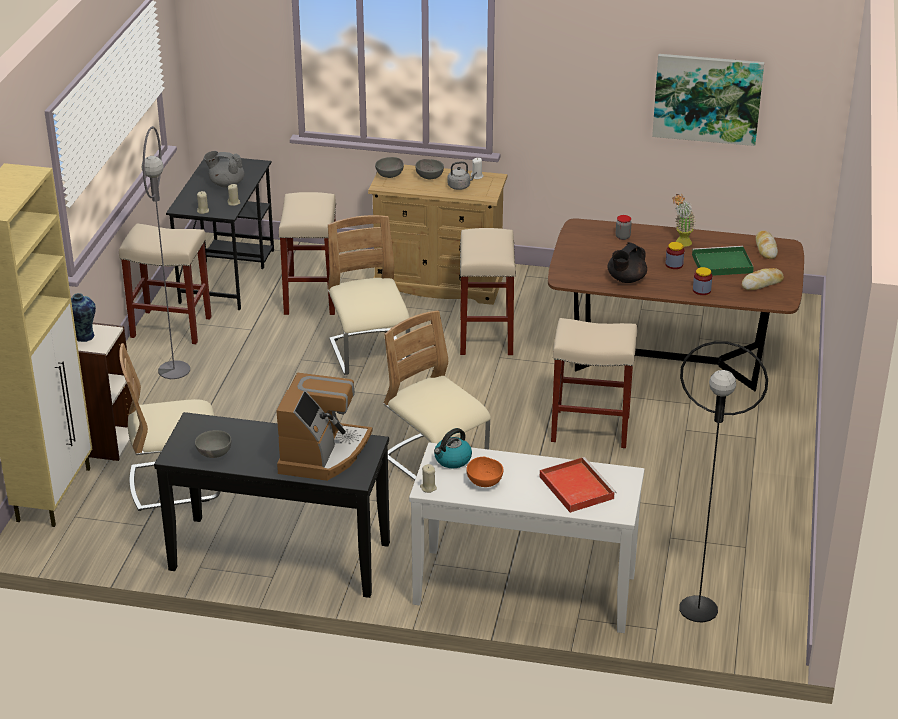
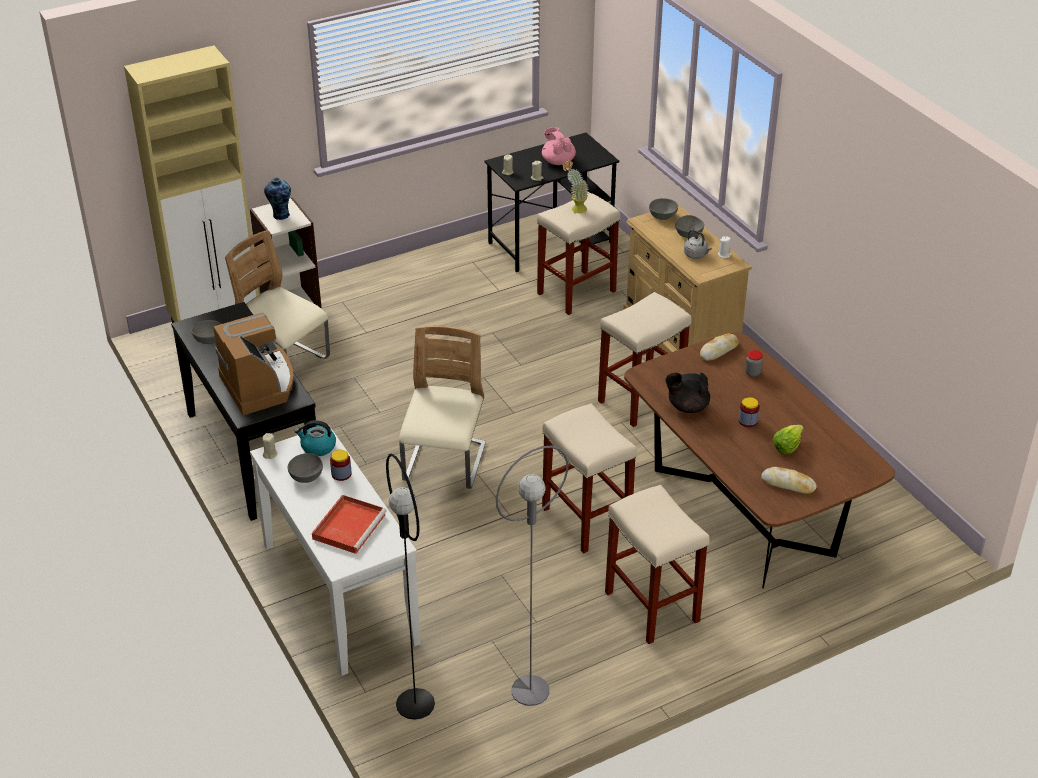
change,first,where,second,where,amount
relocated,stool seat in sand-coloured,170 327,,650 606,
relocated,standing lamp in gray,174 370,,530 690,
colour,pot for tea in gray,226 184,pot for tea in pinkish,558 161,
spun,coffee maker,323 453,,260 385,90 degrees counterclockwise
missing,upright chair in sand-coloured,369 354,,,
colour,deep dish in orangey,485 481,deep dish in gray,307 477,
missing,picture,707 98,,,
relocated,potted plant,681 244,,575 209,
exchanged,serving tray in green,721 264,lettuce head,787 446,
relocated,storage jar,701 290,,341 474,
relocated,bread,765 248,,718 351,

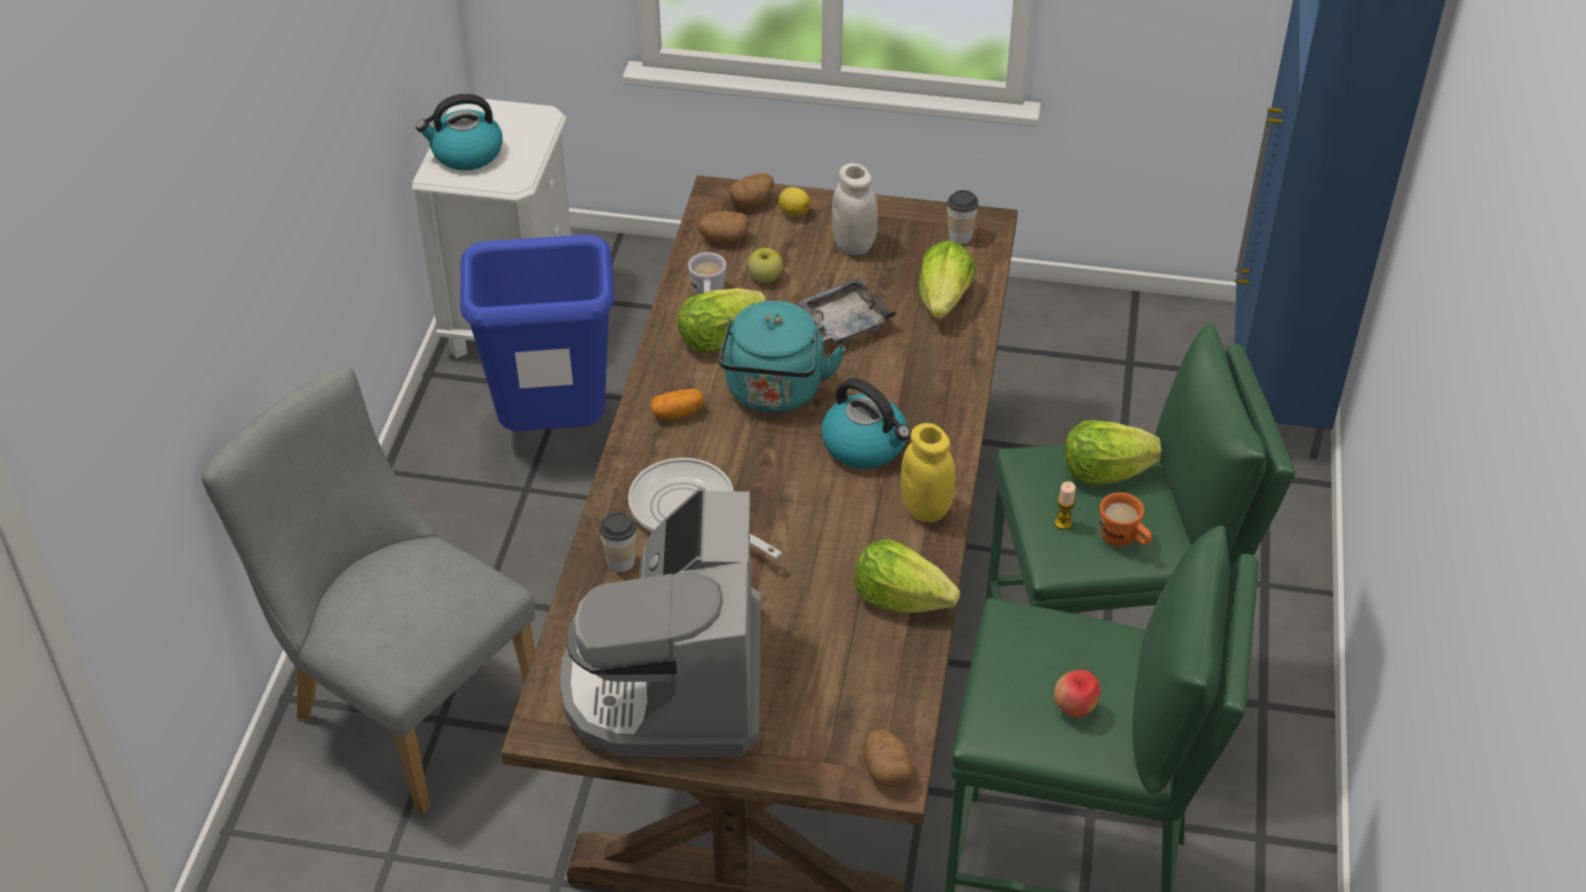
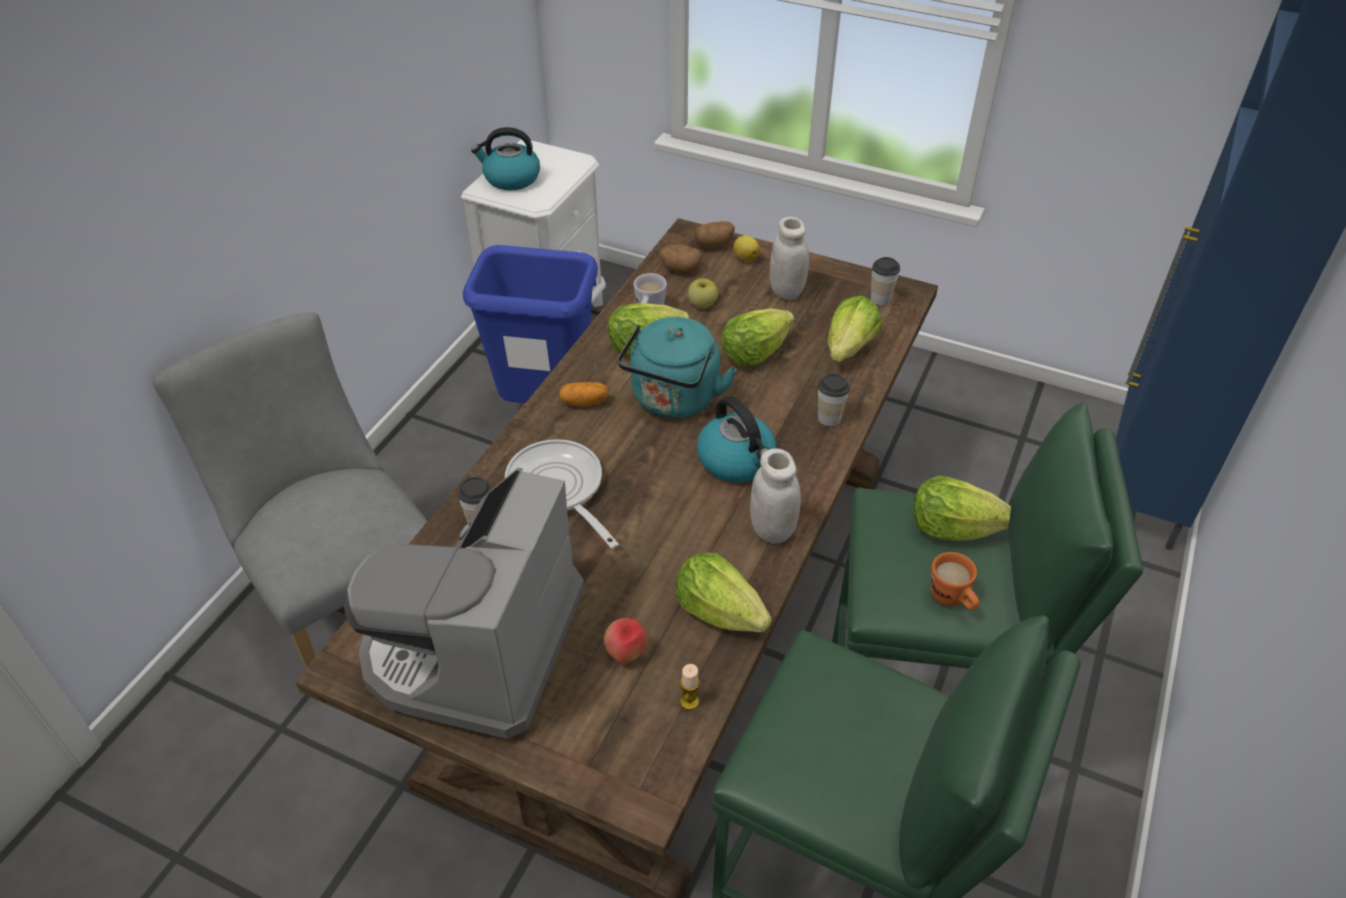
change,first,where,second,where,amount
exchanged,serving tray in gray,842 324,lettuce head,754 353,
missing,potato,886 770,,,
colour,storage jar in yellowish,925 509,storage jar in whitish,772 529,
relocated,wax candle,1063 523,,689 701,
relocated,apple fruit,1075 709,,626 654,
appeared,,,drinking cup,829 418,

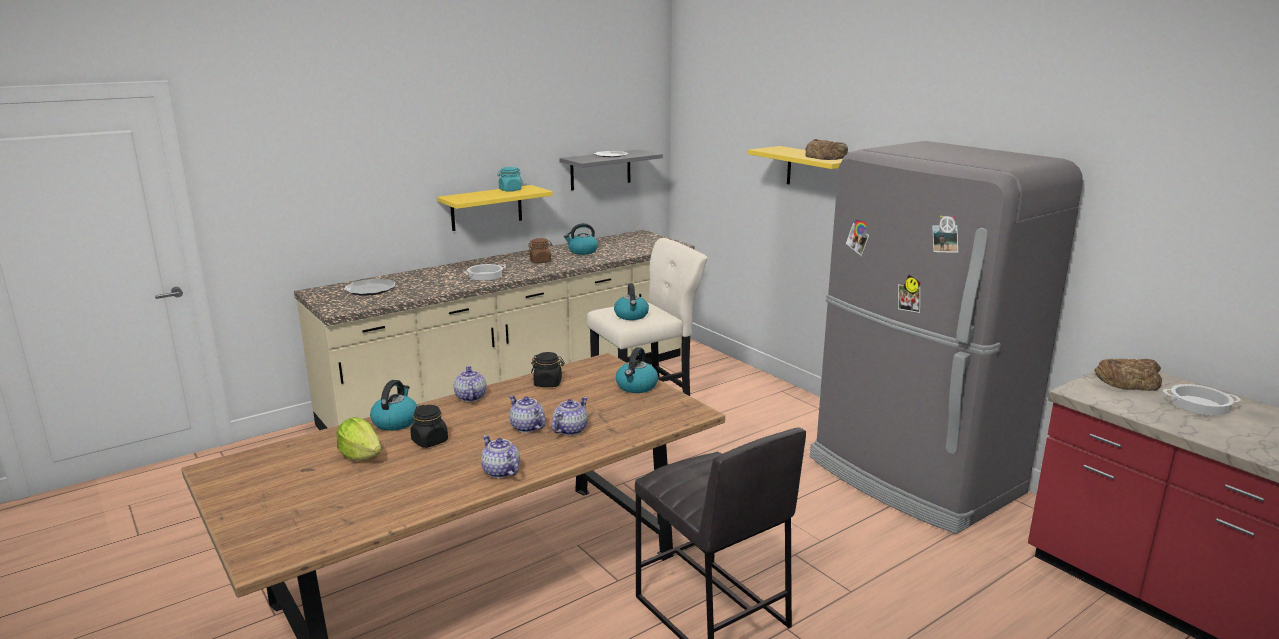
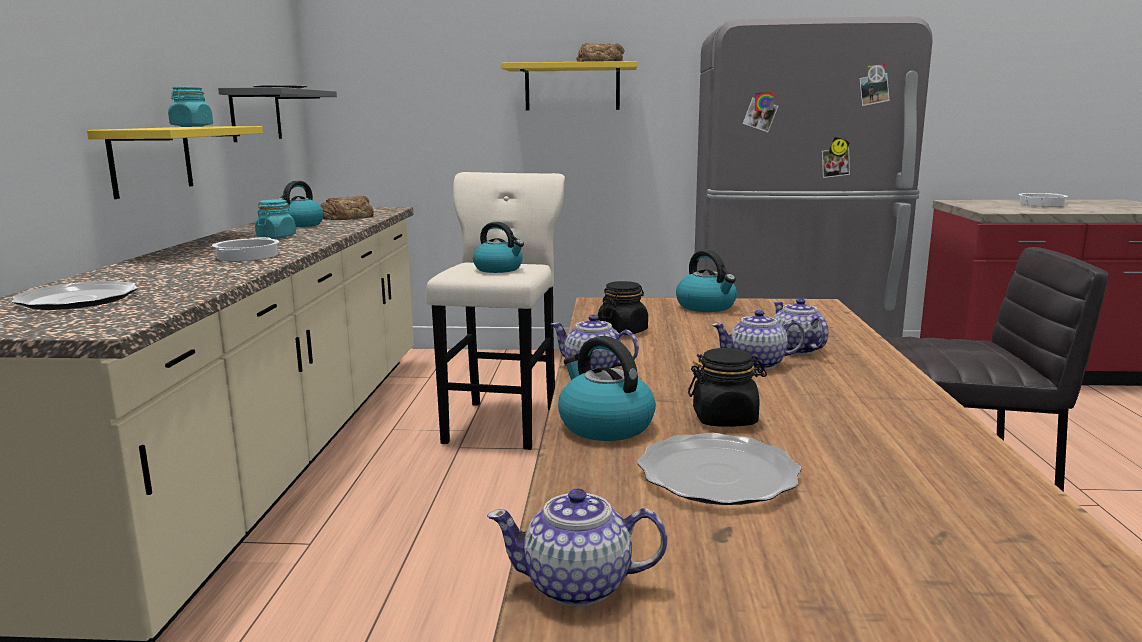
change,first,where,second,where,amount
exchanged,lettuce head,361 455,flat dish,716 475,
relocated,pot for tea,501 472,,579 586,
colour,storage jar in brown,540 261,storage jar in blue-green,276 237,
relocated,bread,1128 380,,347 216,

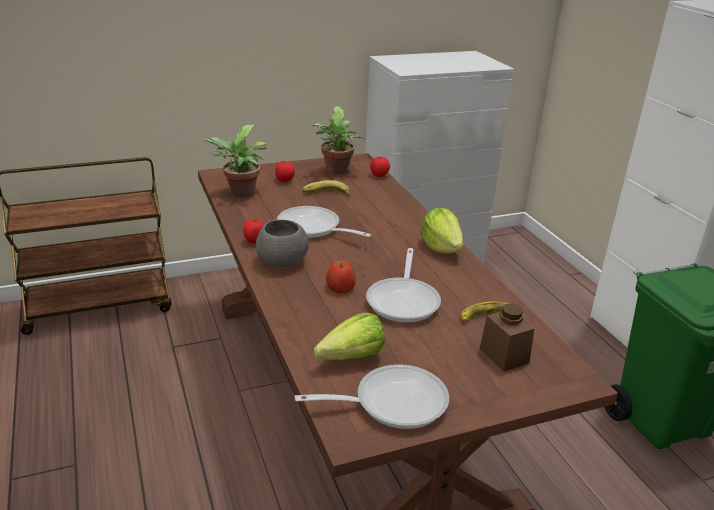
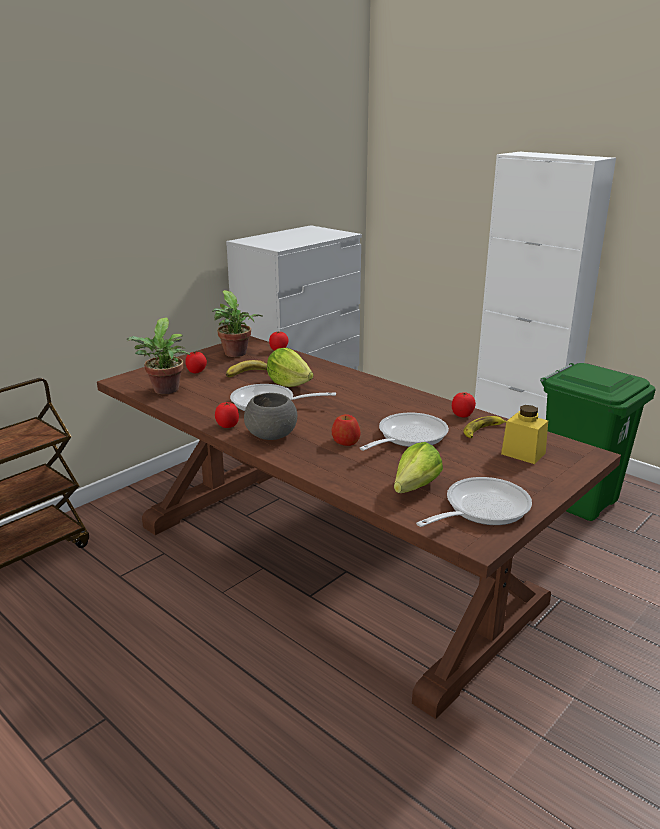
change,first,where,second,where,amount
spun,pan,404 300,,408 437,120 degrees counterclockwise
relocated,lettuce head,441 247,,289 383,
colour,storage jar in brown,504 356,storage jar in yellowish,523 453,
appeared,,,whole tomato,462 415,

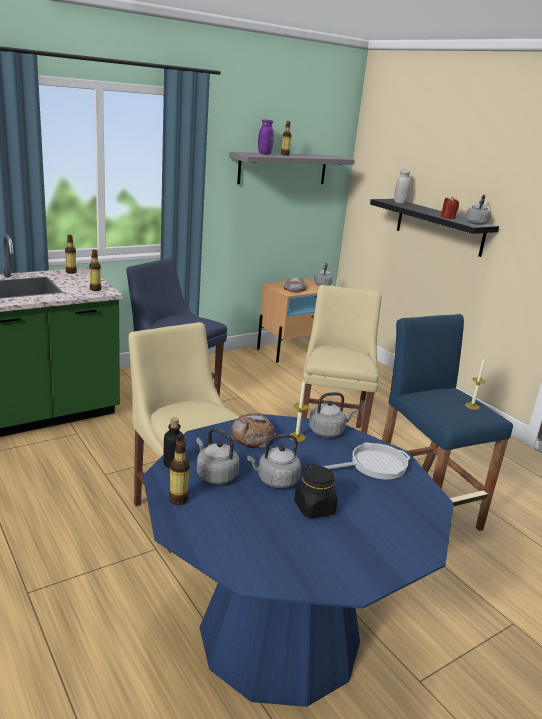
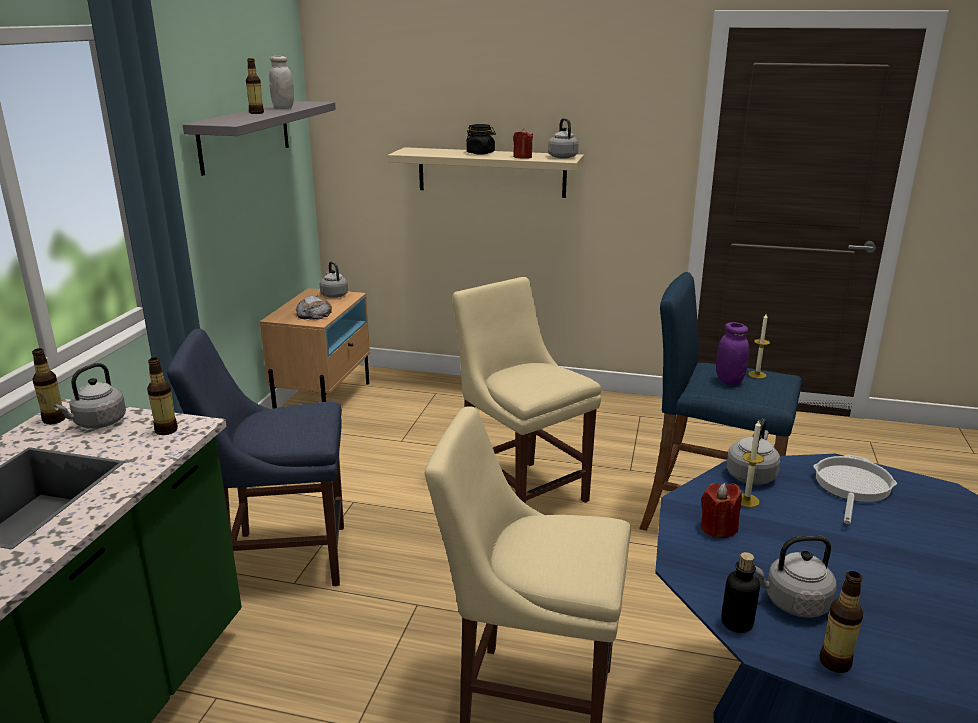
change,first,where,second,where,amount
exchanged,bread,253 436,wax candle in red-coloured,718 528,
relocated,tea kettle in gray,275 480,,98 423,
relocated,storage jar in purple-coloured,264 153,,729 381,
relocated,storage jar in blackish,314 508,,480 153,
colour,bracket shelf in blackish,439 227,bracket shelf in sand-coloured,491 172,
relocated,storage jar in whitish,400 202,,283 108,

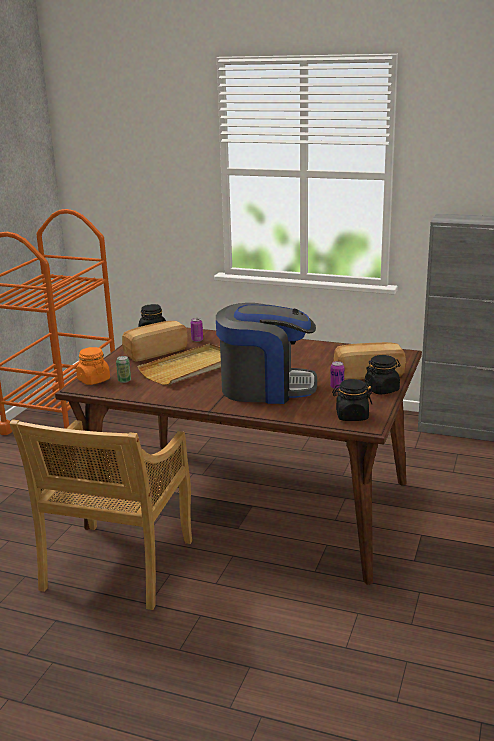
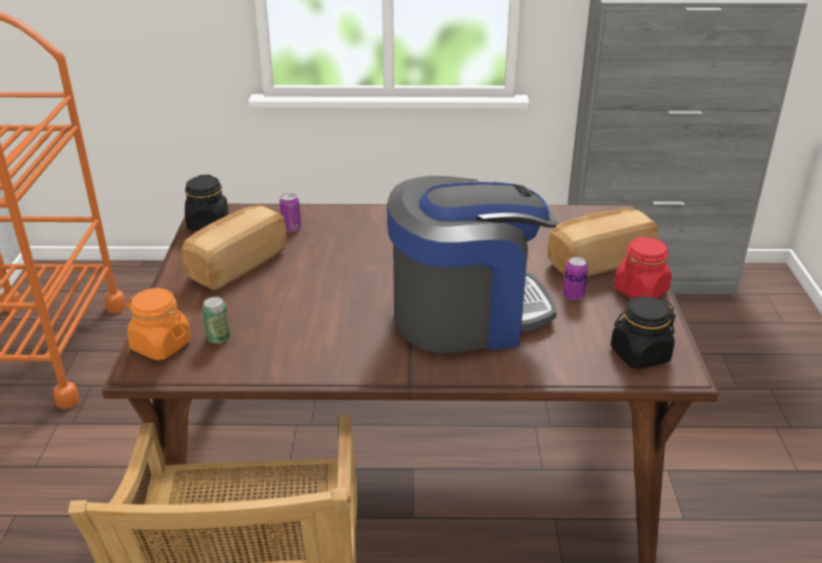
change,first,where,second,where,amount
missing,serving tray in sand-coloured,191 368,,,
colour,storage jar in blackish,382 389,storage jar in red-coloured,641 290,

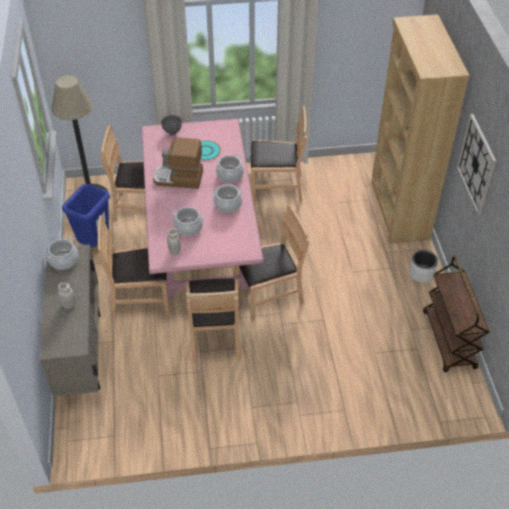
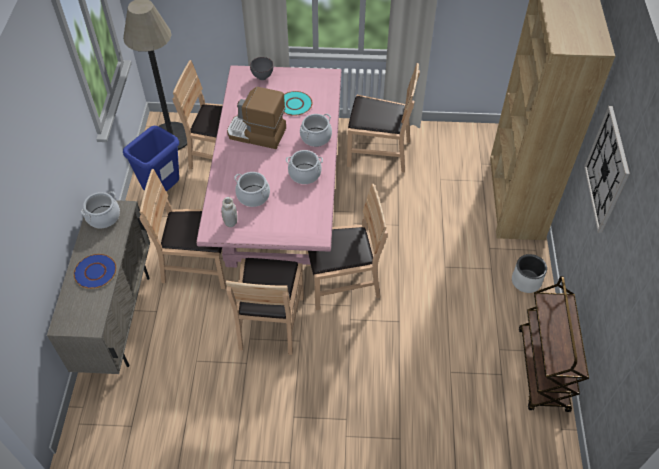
change,first,where,second,where,amount
exchanged,storage jar in whitish,68 304,flat dish in blue,95 272,

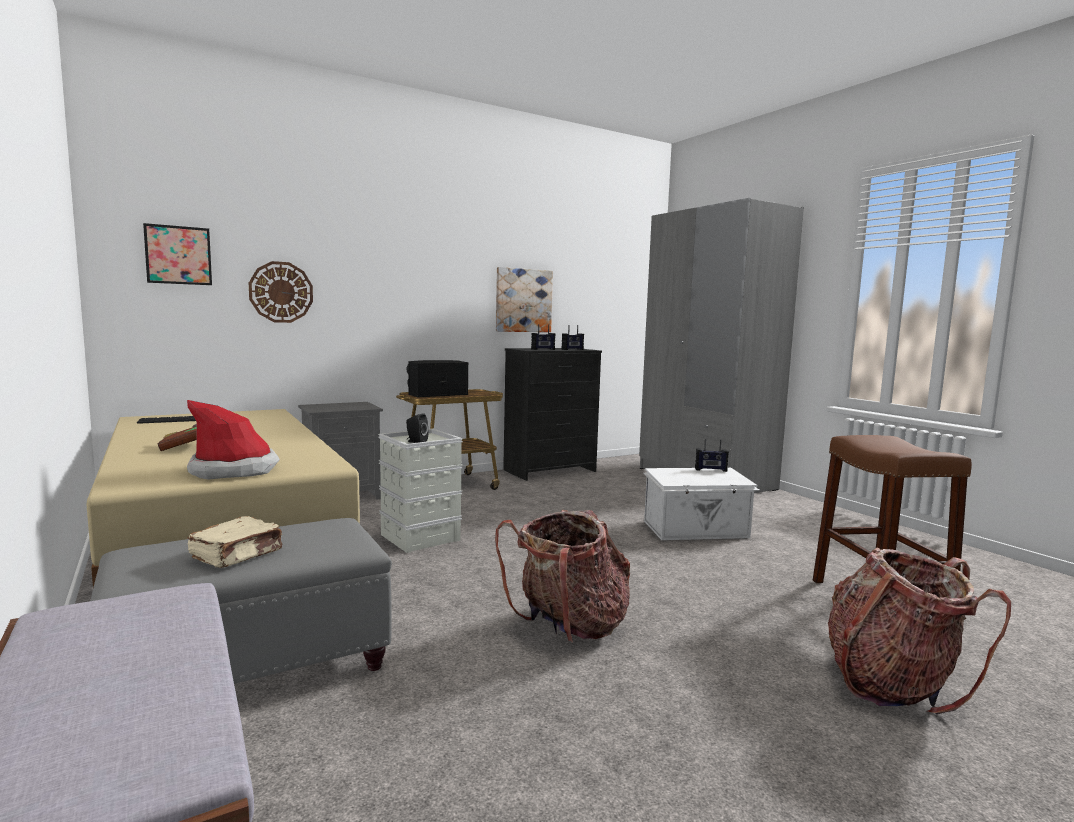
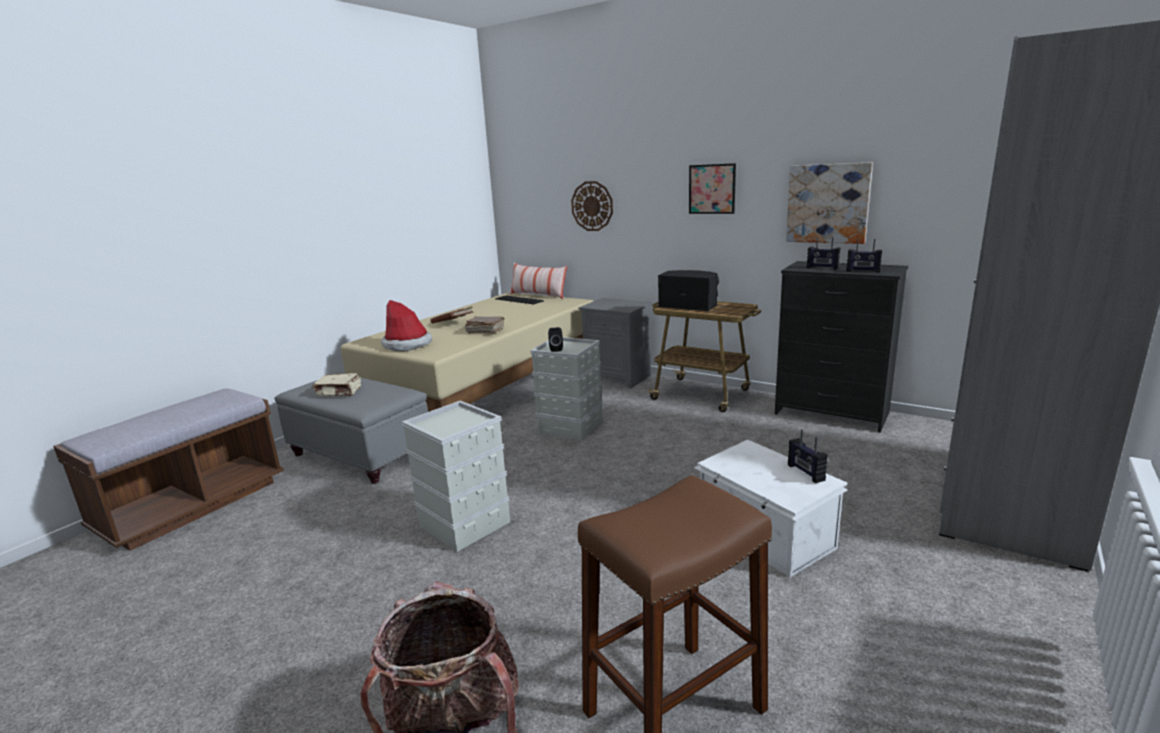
change,first,where,second,where,amount
relocated,picture,178 255,,712 189,
exchanged,knapsack,568 626,storage container in gray,463 524,
appeared,,,bound book in brown,485 331,
appeared,,,pillow,538 295,

